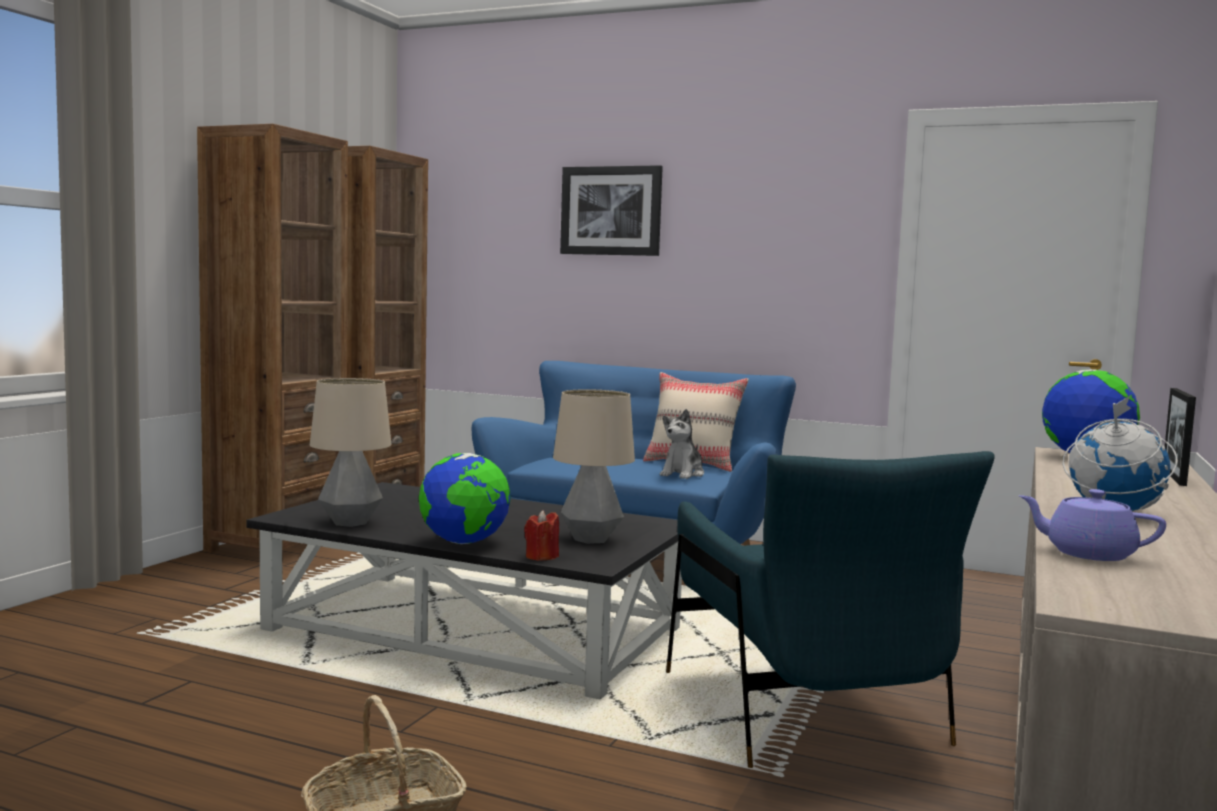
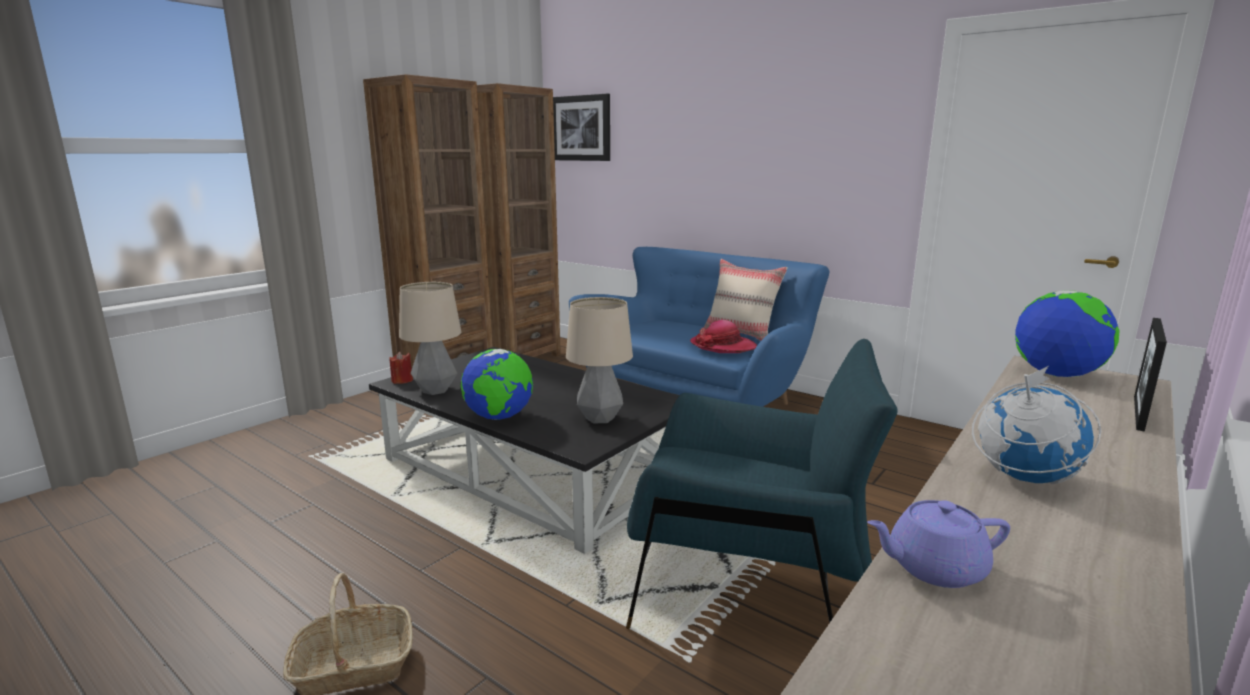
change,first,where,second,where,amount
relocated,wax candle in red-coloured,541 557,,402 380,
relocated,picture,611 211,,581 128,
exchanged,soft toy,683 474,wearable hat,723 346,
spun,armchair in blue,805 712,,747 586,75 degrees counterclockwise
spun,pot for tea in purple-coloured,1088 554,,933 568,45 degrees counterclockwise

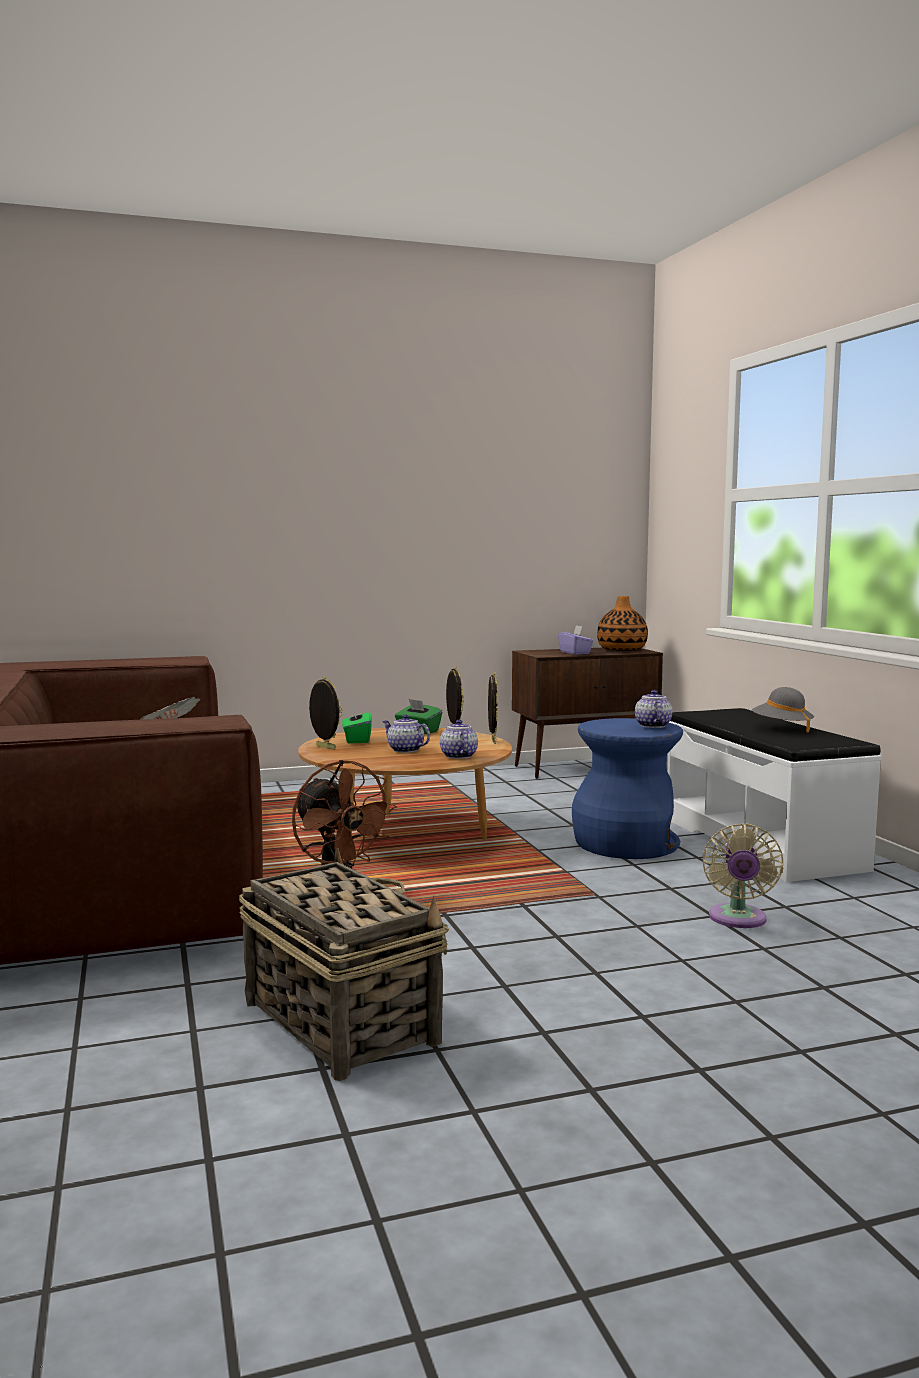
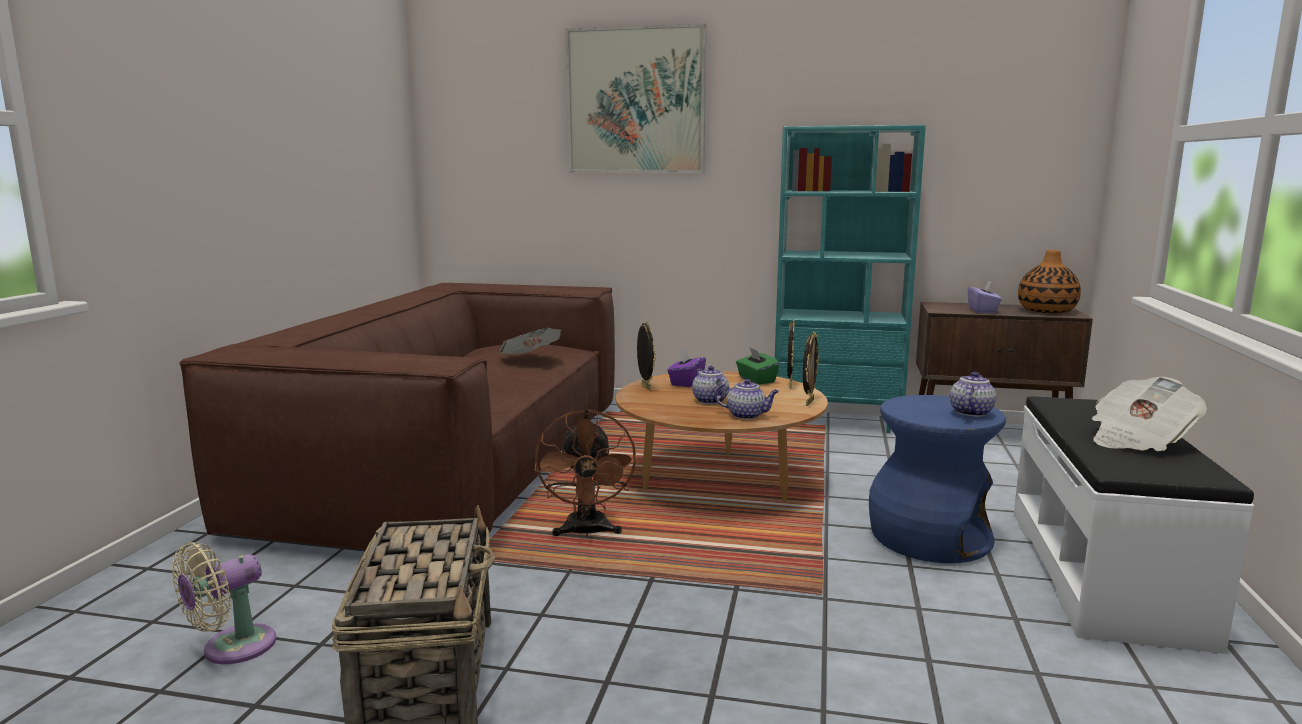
change,first,where,second,where,amount
colour,tissue holder in green,357 740,tissue holder in purple-coloured,686 382,
spun,pot for tea,458 756,,747 415,90 degrees clockwise
relocated,cooling fan in sand-coloured,737 920,,232 648,
exchanged,wearable hat in gray,781 728,printed paper,1138 440,
appeared,,,picture,636 101,
appeared,,,bookshelf in blue-green,837 422,

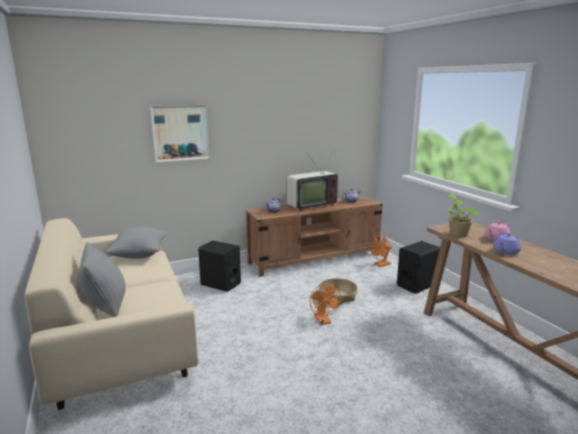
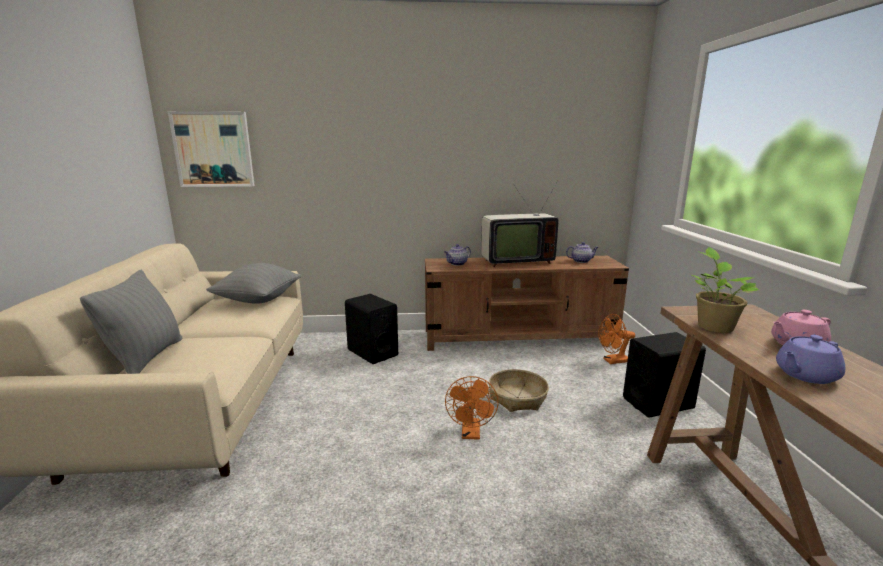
change,first,where,second,where,amount
relocated,picture,180 133,,213 149,

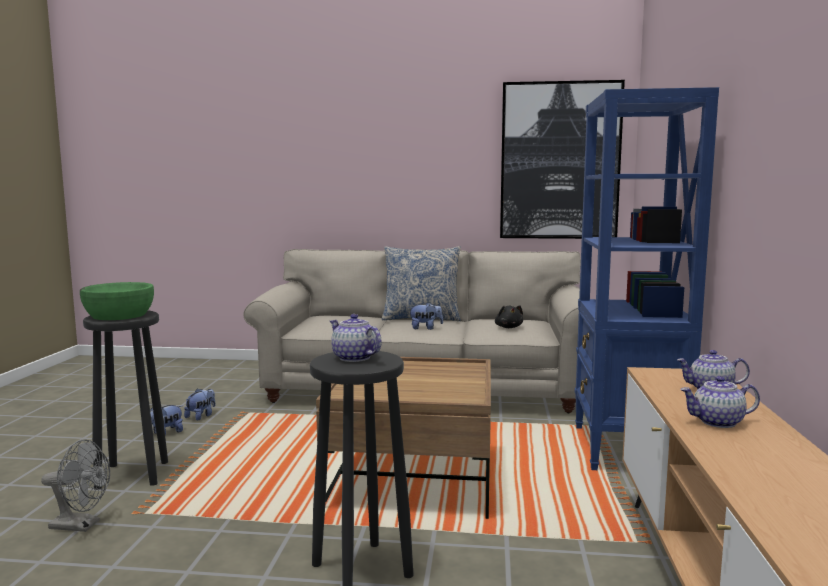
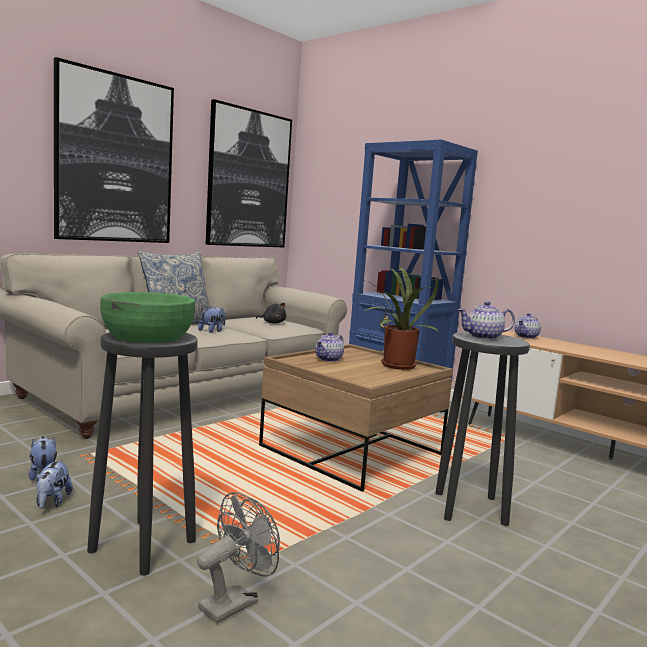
change,first,where,second,where,amount
relocated,pot for tea,717 422,,329 359,
appeared,,,picture,115 159,
appeared,,,potted plant,394 366,

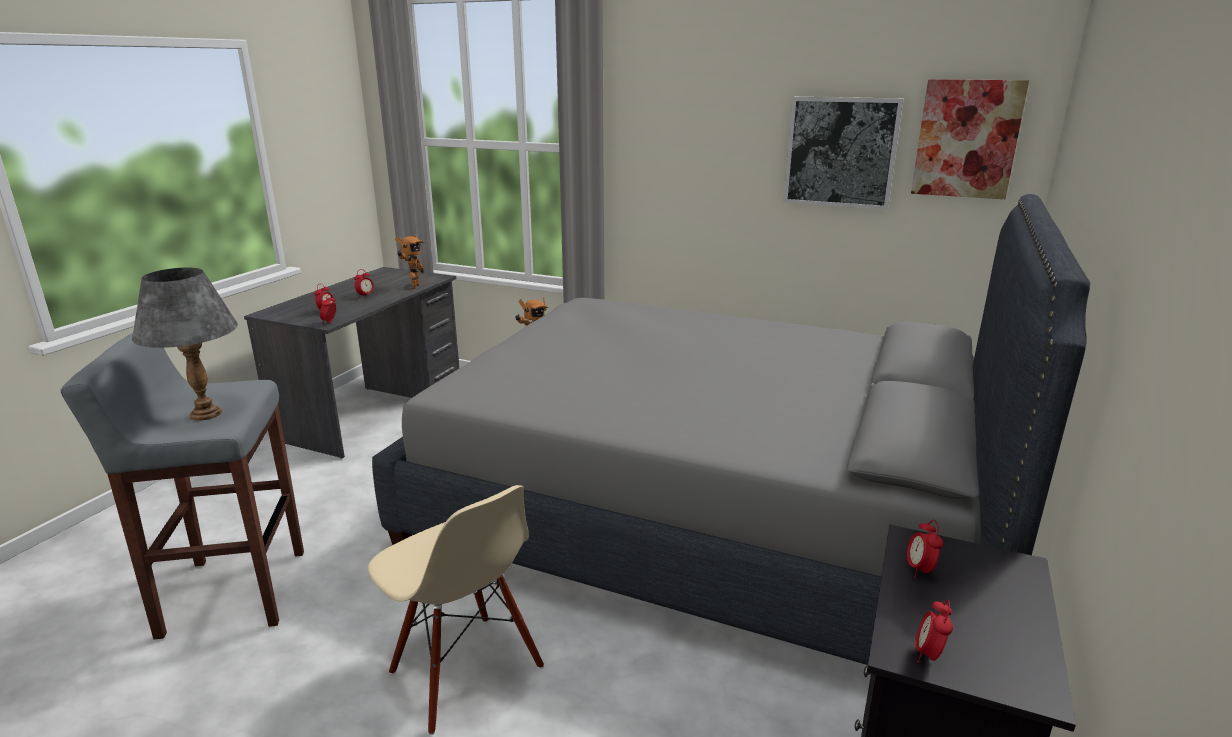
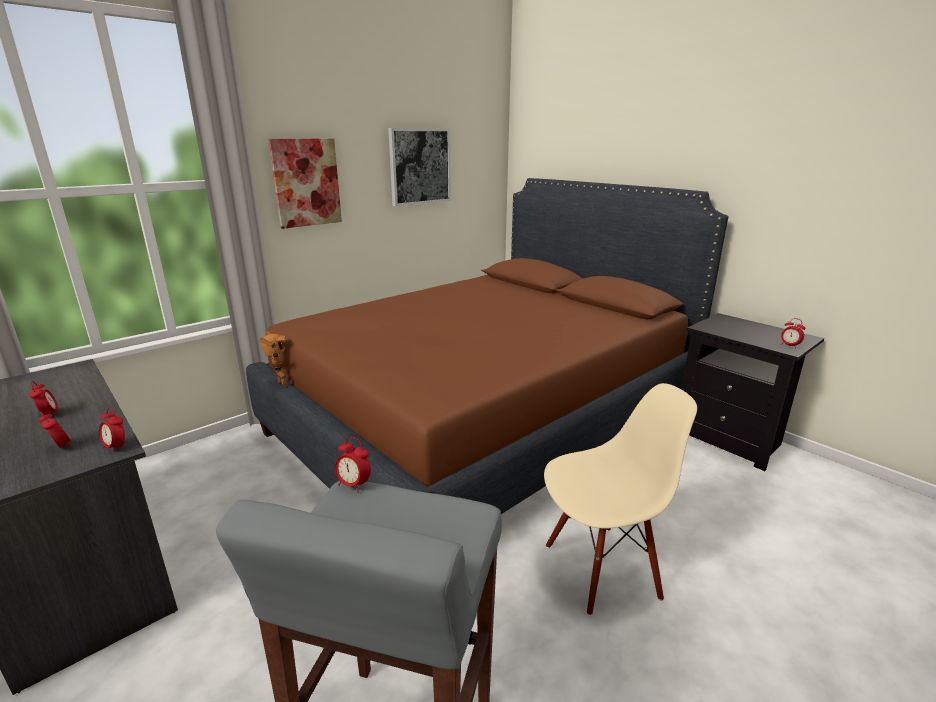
change,first,where,second,where,amount
missing,lamp for a table in gray,206 414,,,
colour,sleeping bed in gray,706 514,sleeping bed in brown,484 421,
missing,model robot,413 287,,,
relocated,alarm clock,919 570,,354 485,
relocated,picture,967 139,,306 182,

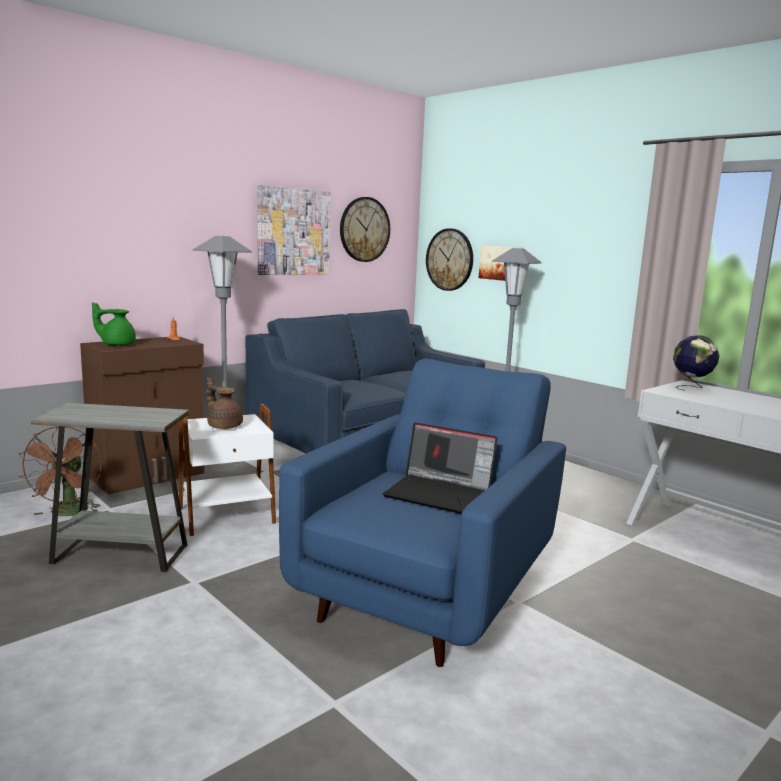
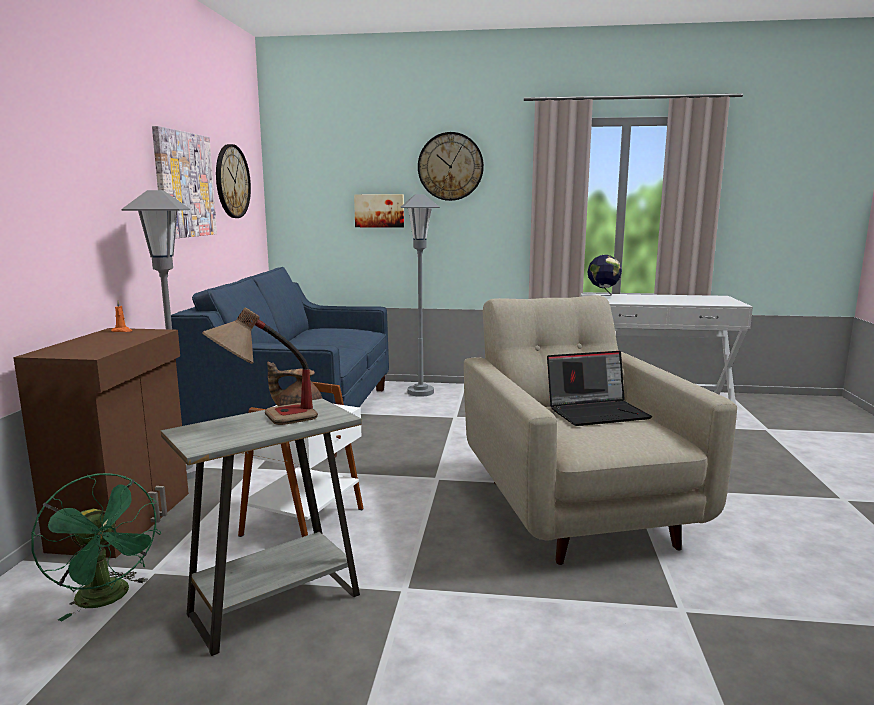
change,first,where,second,where,amount
colour,cooling fan in brown,68 513,cooling fan in green,108 599,
missing,pot for tea in green,117 344,,,
colour,armchair in blue,428 590,armchair in sand-coloured,574 506,
relocated,hanging clock,449 259,,450 166,
appeared,,,lamp for a table,264 421,

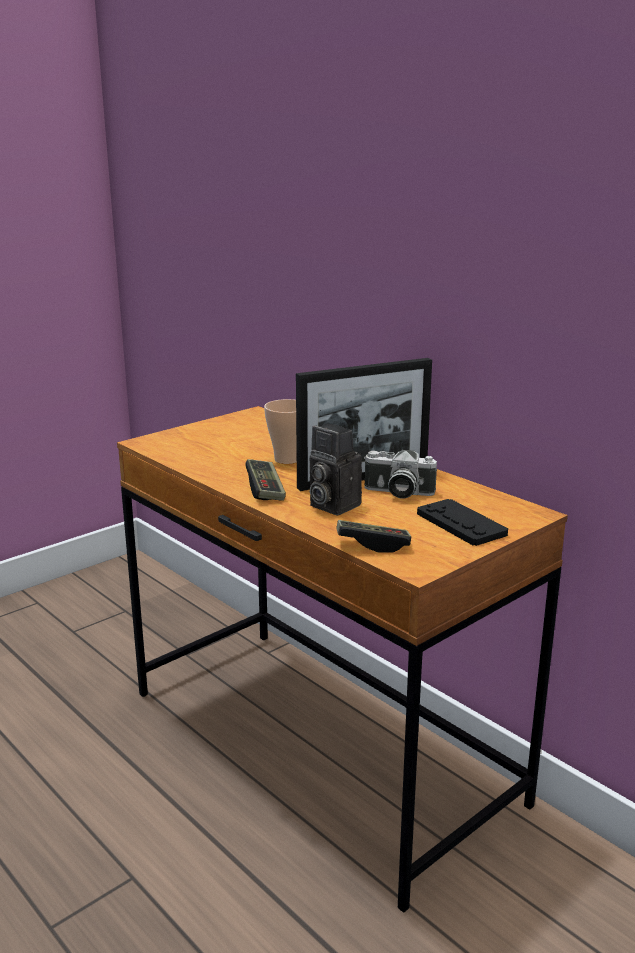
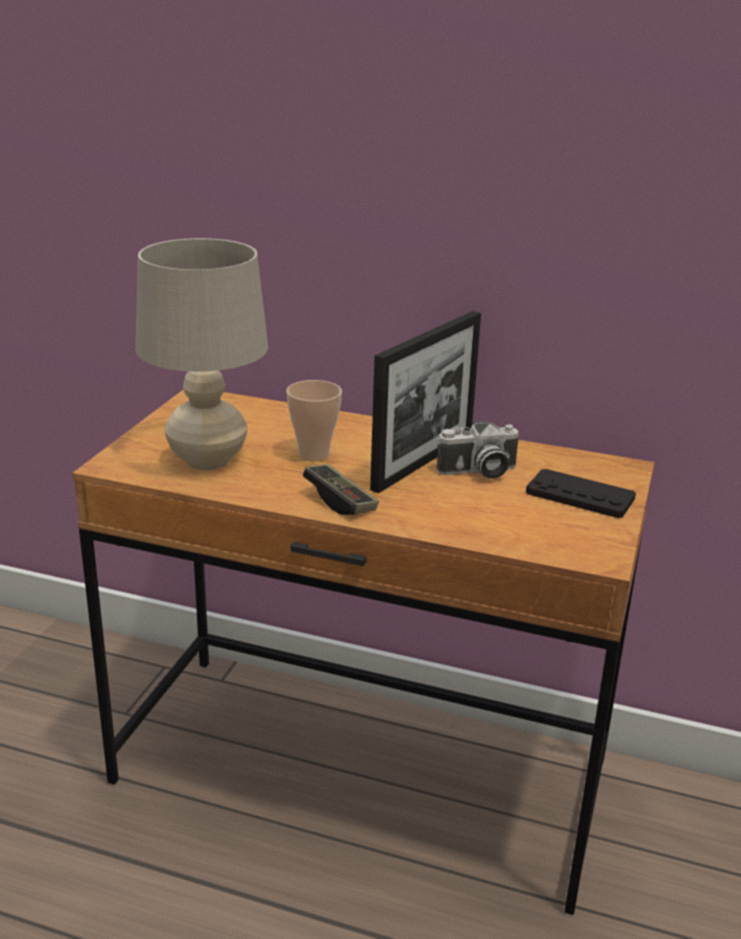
change,first,where,second,where,amount
missing,photo camera,331 505,,,
missing,gamepad,373 545,,,
appeared,,,lamp for a table in sand-coloured,208 460,

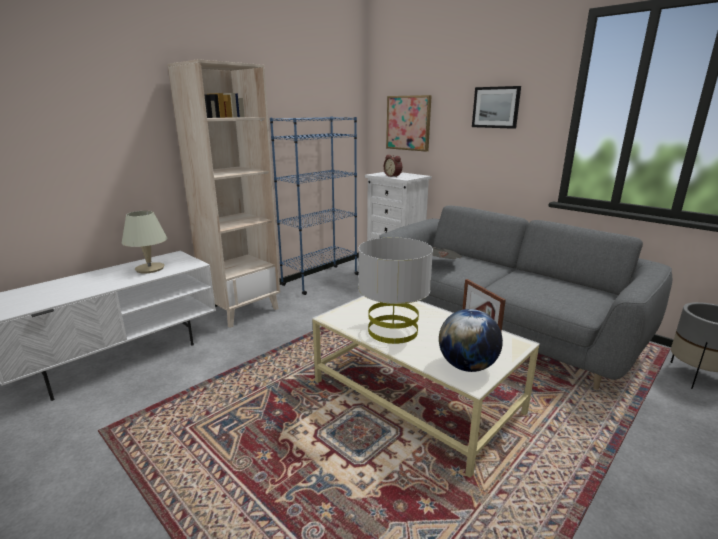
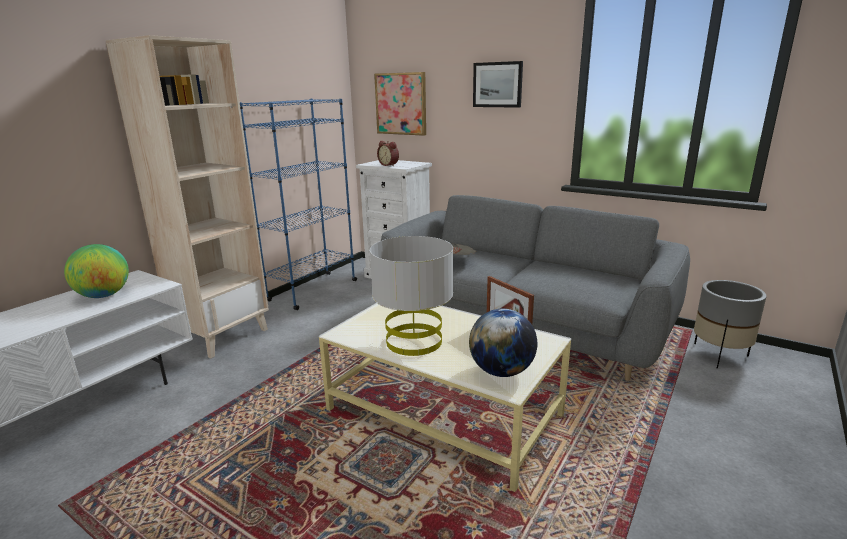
change,first,where,second,where,amount
exchanged,lamp for a table in sand-coloured,150 268,world globe,104 295,

